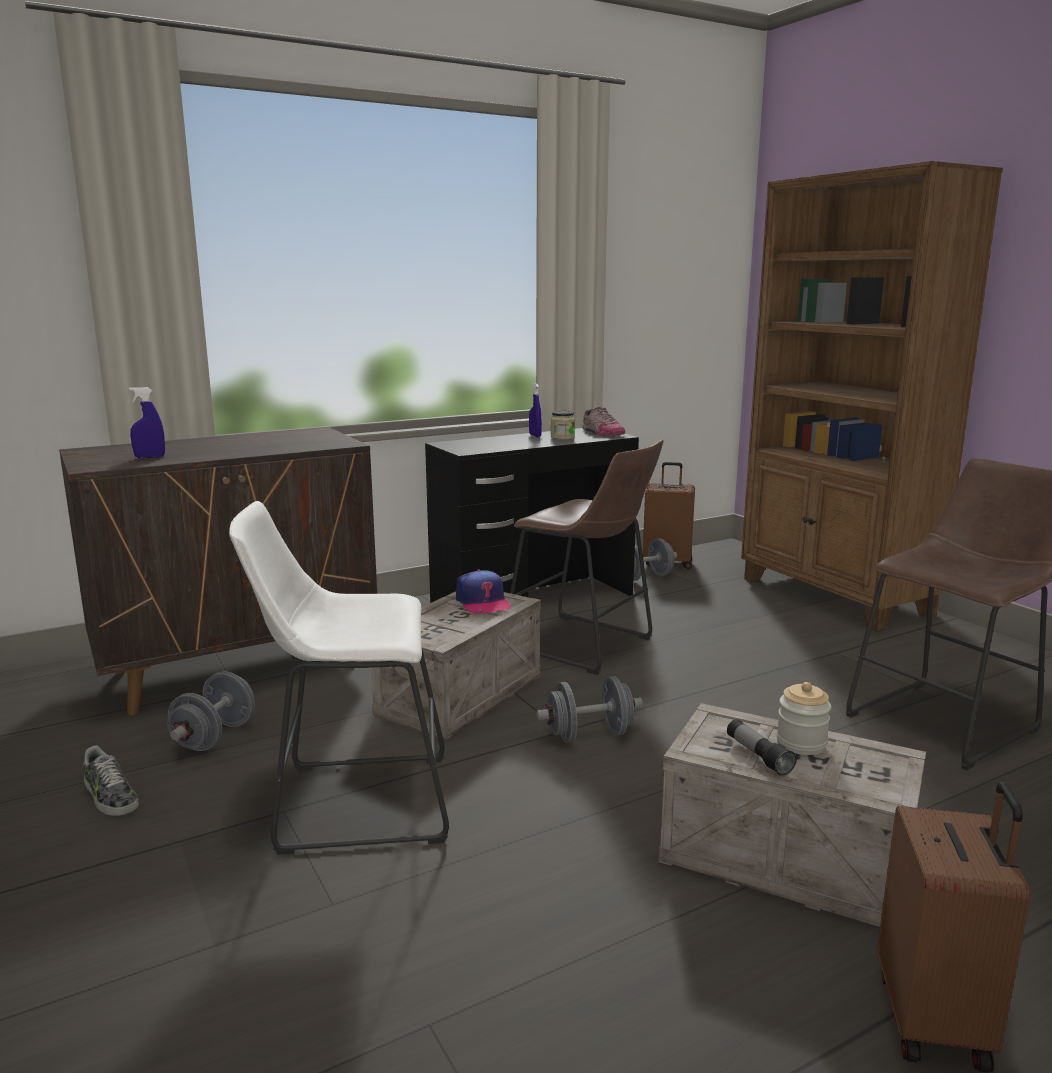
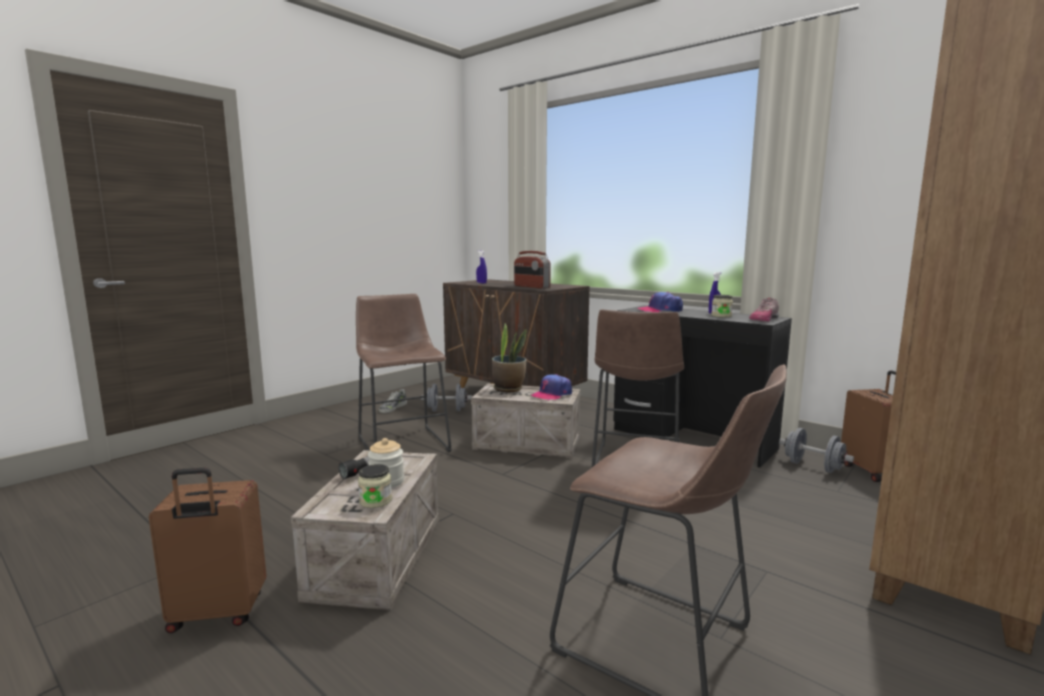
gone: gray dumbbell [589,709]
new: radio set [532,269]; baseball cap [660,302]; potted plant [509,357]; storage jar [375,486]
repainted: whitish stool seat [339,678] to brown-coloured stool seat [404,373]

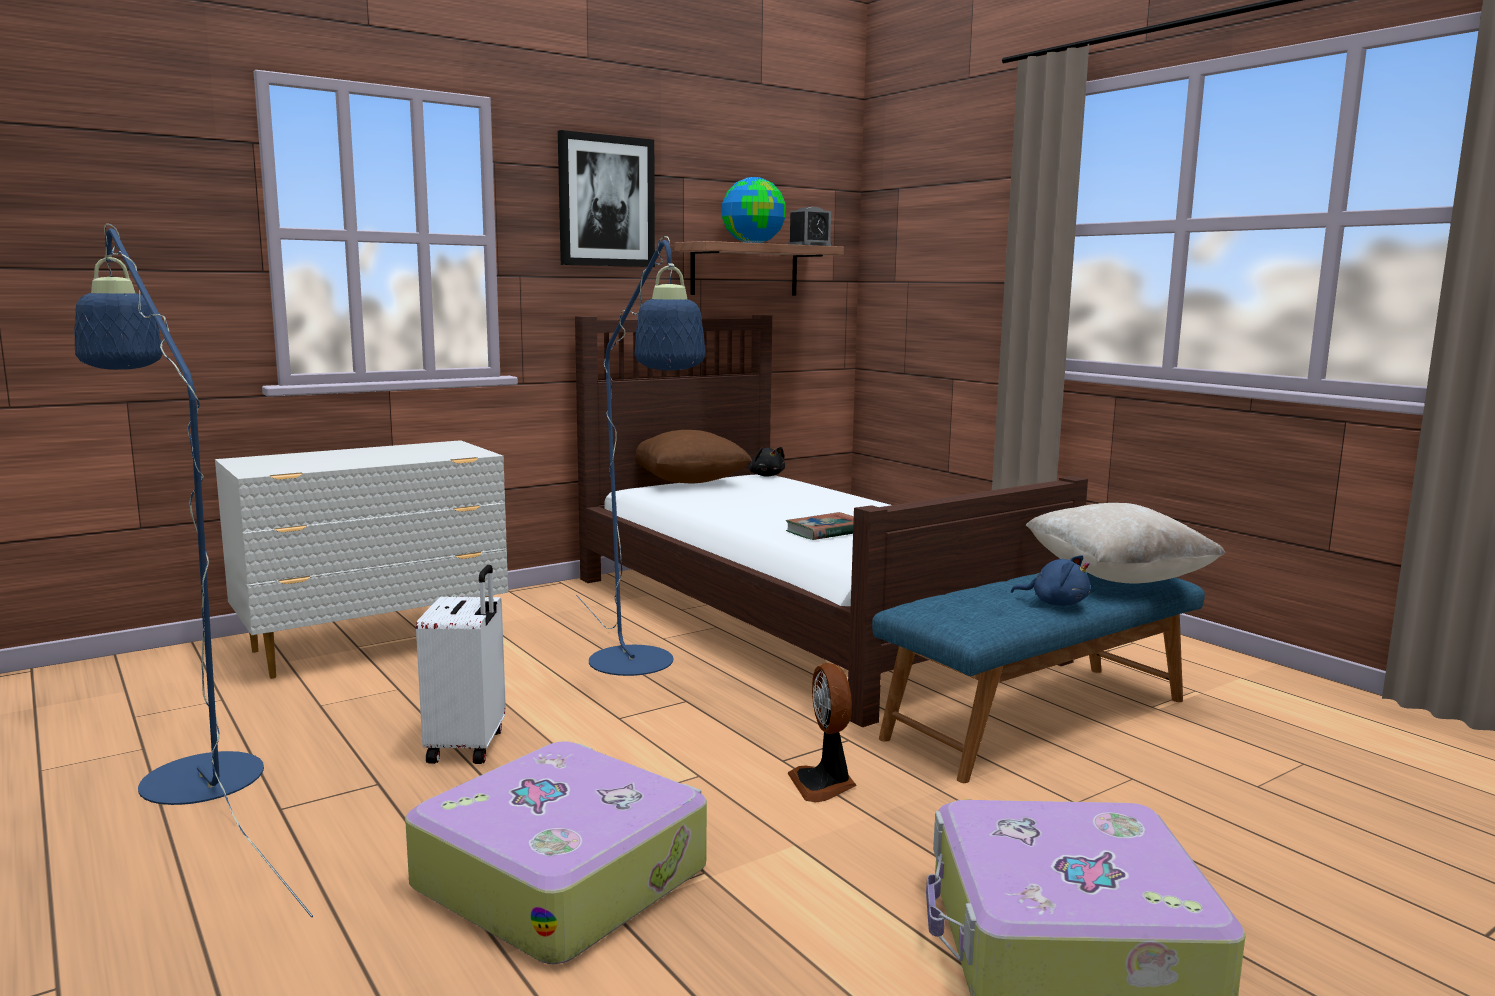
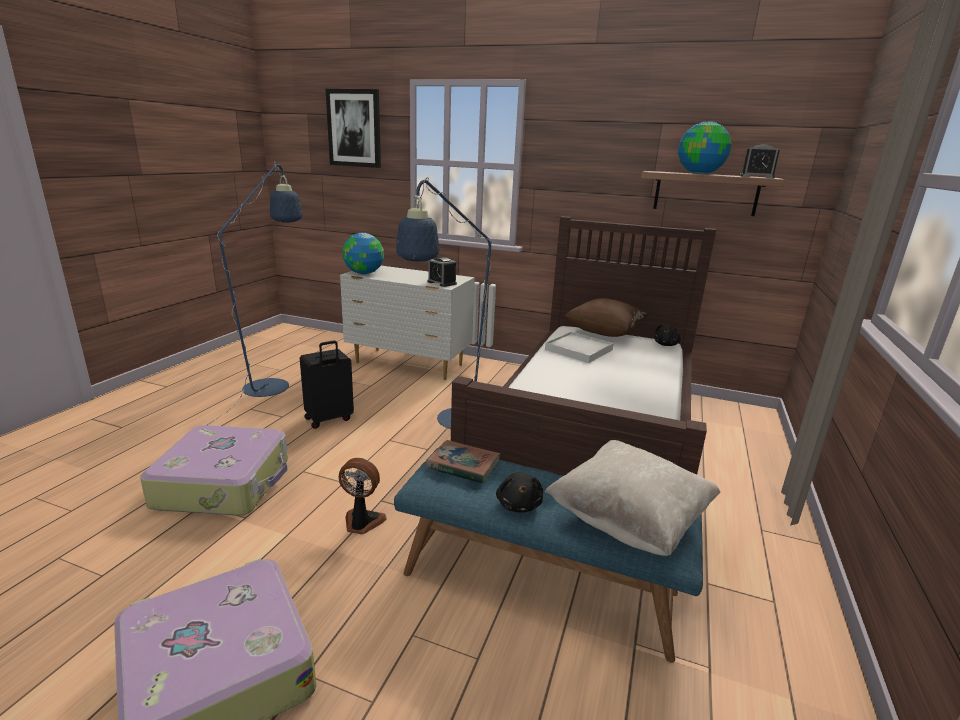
new: world globe [363,253]; bedside clock [442,272]; whitish serving tray [579,347]
shifted: picture [606,198] to [353,128]; bound book [820,526] to [463,462]
repainted: blue cuddly toy [1051,580] to blackish cuddly toy [519,492]; whitish suitcase [461,664] to blackish suitcase [327,385]
rotated: fan [821,732] = [363,496] 60 degrees clockwise

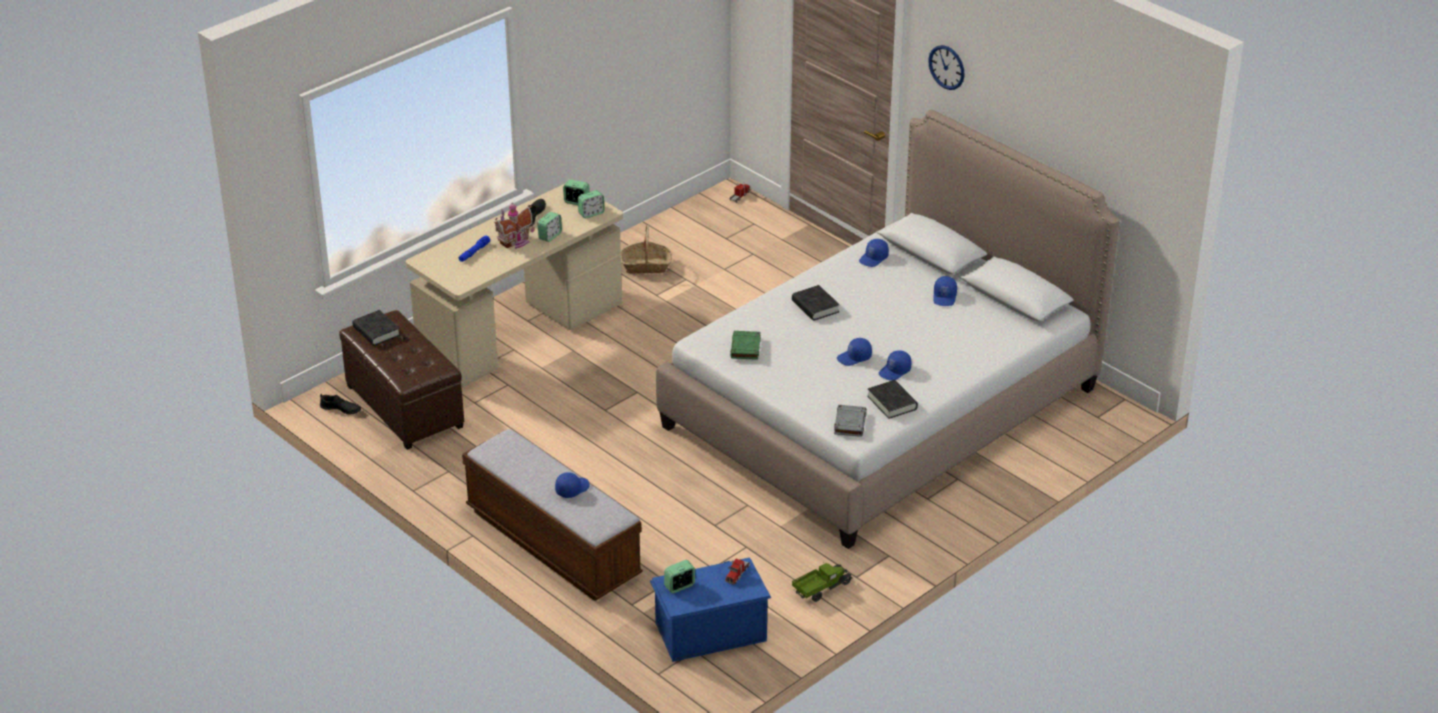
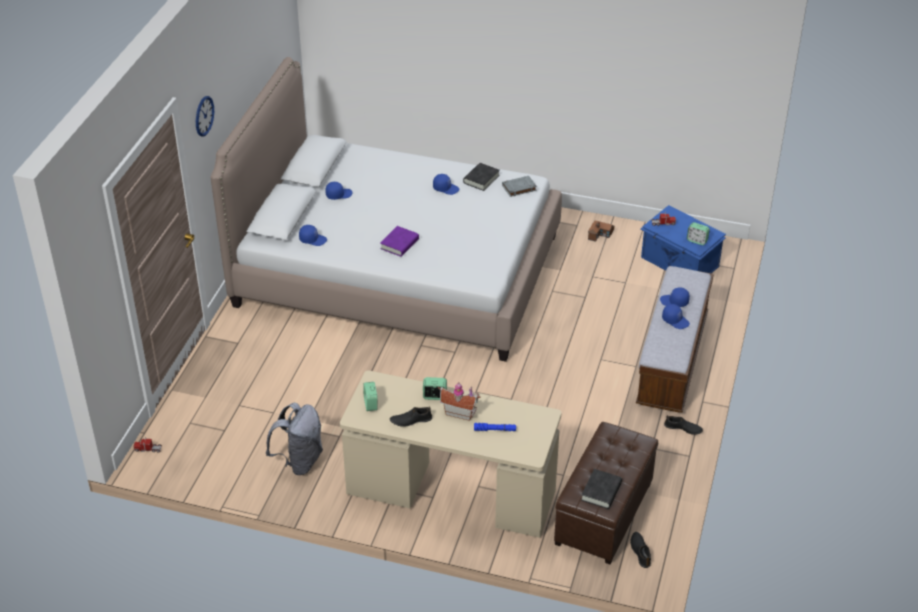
gone: bedside clock [591,204]; green bound book [745,345]
new: blackish shoe [683,425]
shifted: blue baseball cap [854,352] to [676,316]
swapped: basket [646,249] to gray rucksack [294,438]; toy truck [821,582] to miniature house [601,231]
repainted: blackish bound book [816,303] to purple-coloured bound book [399,241]

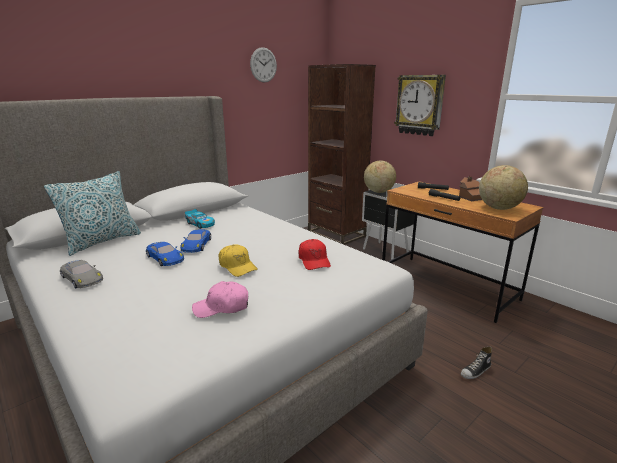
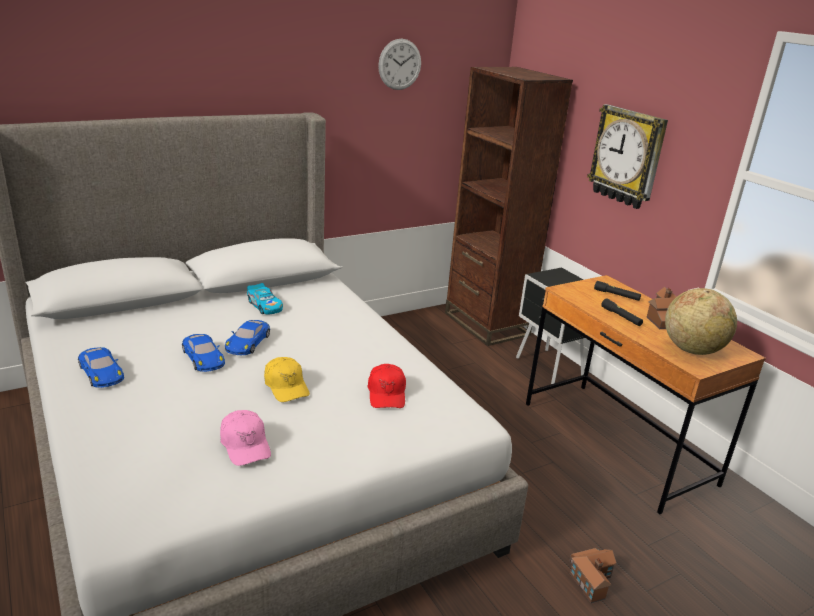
gone: world globe [380,176]; pillow [92,213]
swapped: shoe [476,363] to miniature house [593,575]
repainted: gray toy car [81,274] to blue toy car [101,367]
rotated: pink baseball cap [220,299] = [245,438] 120 degrees counterclockwise

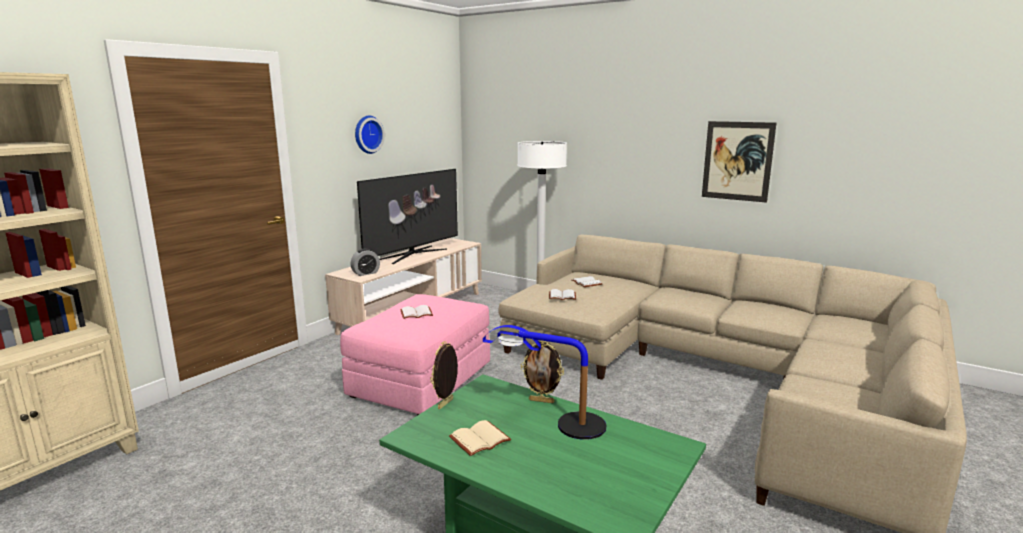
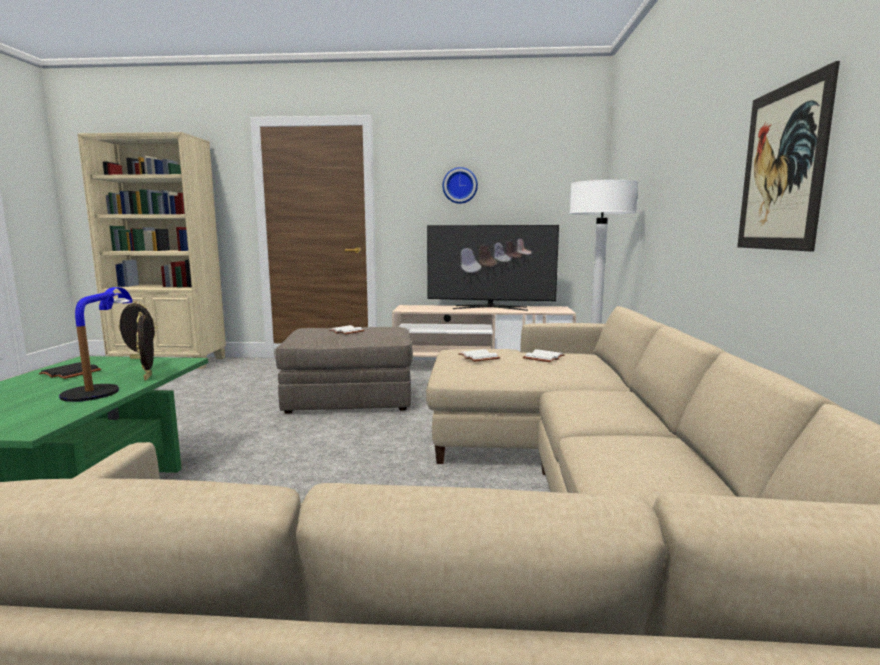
gone: bedside clock [365,262]
repainted: pink ottoman [415,354] to gray ottoman [344,370]; sand-coloured bound book [480,438] to blackish bound book [70,370]

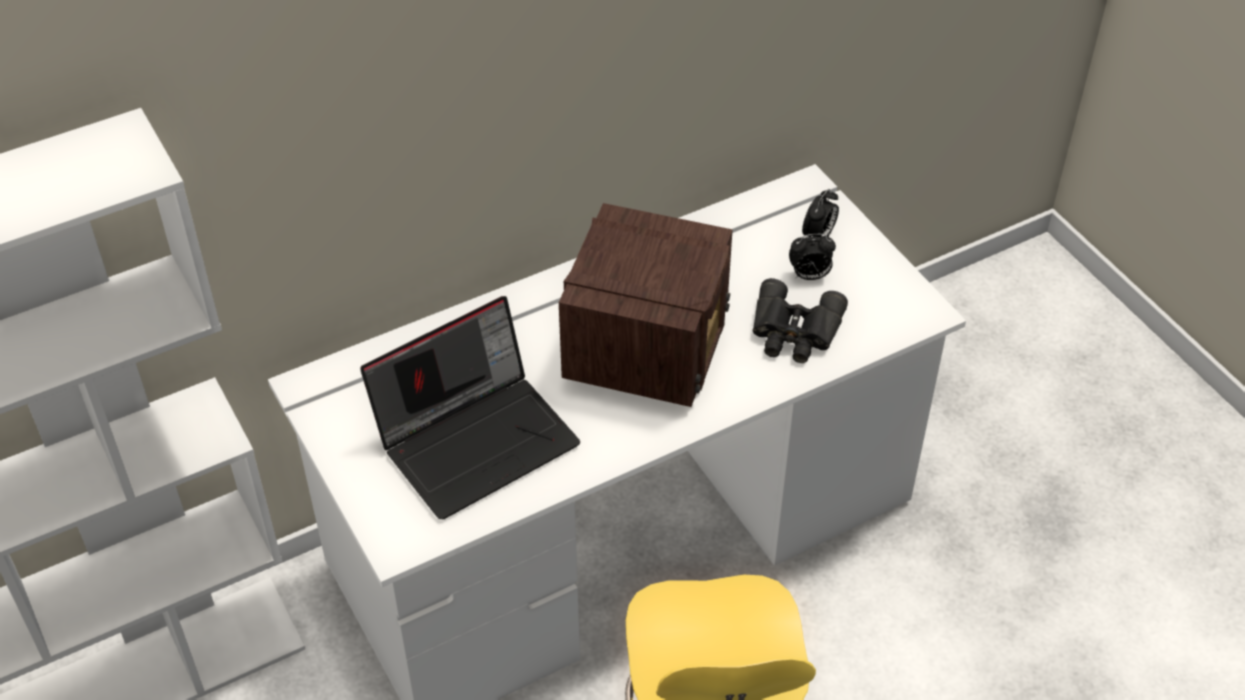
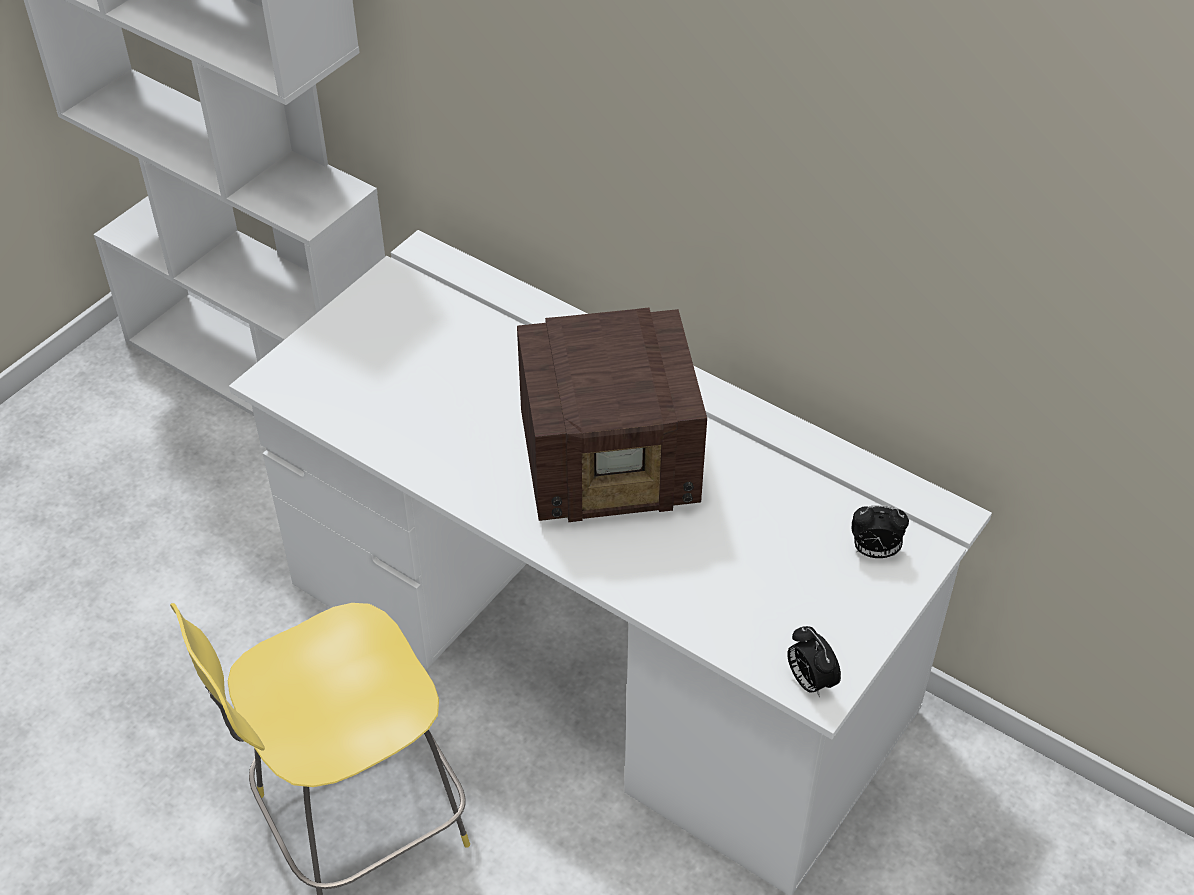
gone: blackish binoculars [800,320]; laptop [470,407]
shifted: bedside clock [812,257] to [814,662]

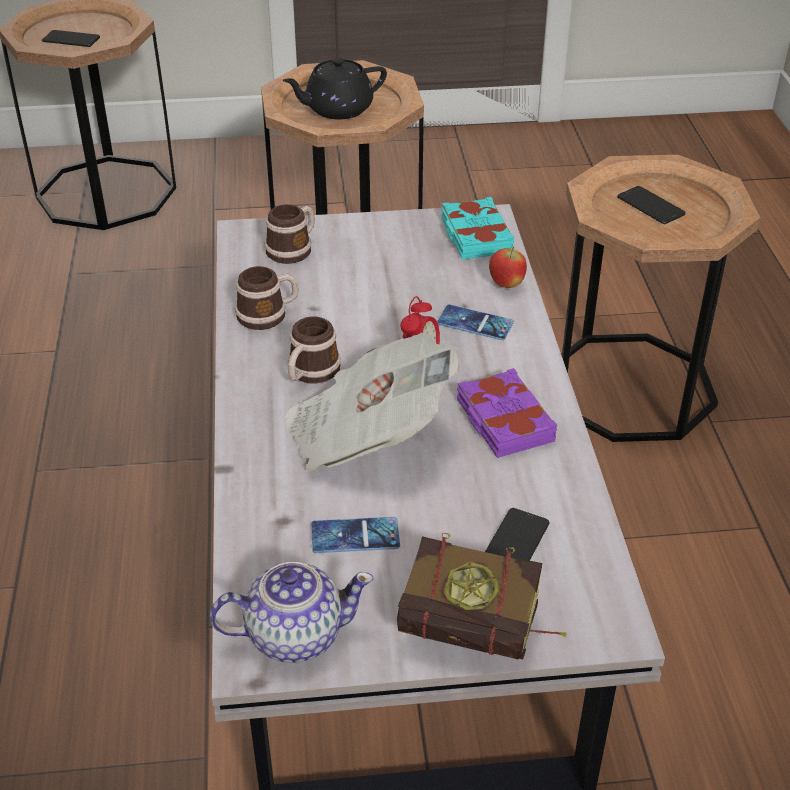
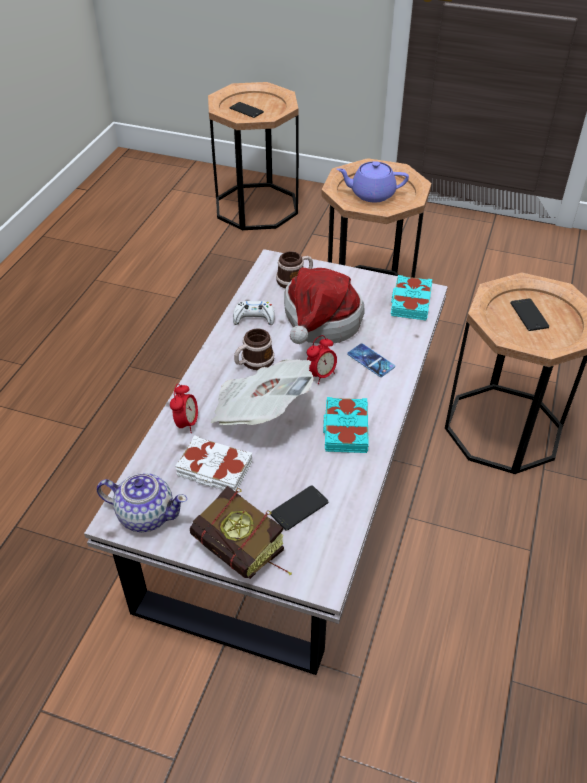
gone: apple [508,267]
new: clothing hat [324,306]; bedside clock [184,408]
swapped: coffee mug [267,298] to whitish gamepad [254,313]; telephone [355,535] to whitish bound book [214,463]
repainted: blackish pot for tea [334,88] to purple-coloured pot for tea [373,181]; purple-coloured bound book [507,413] to blue-green bound book [346,425]

